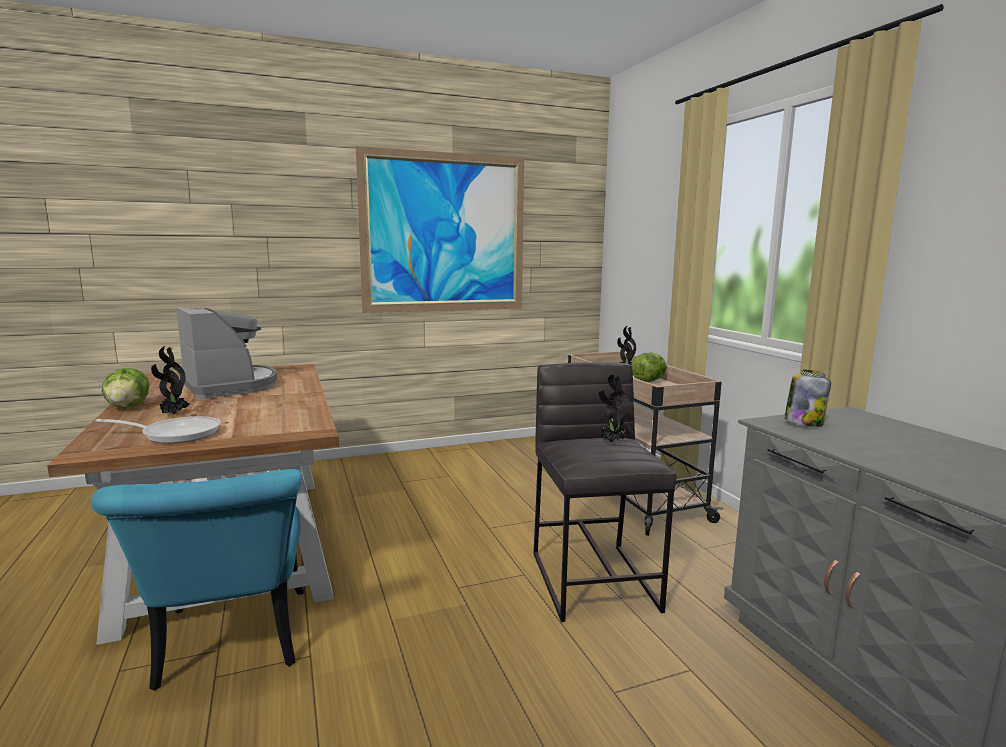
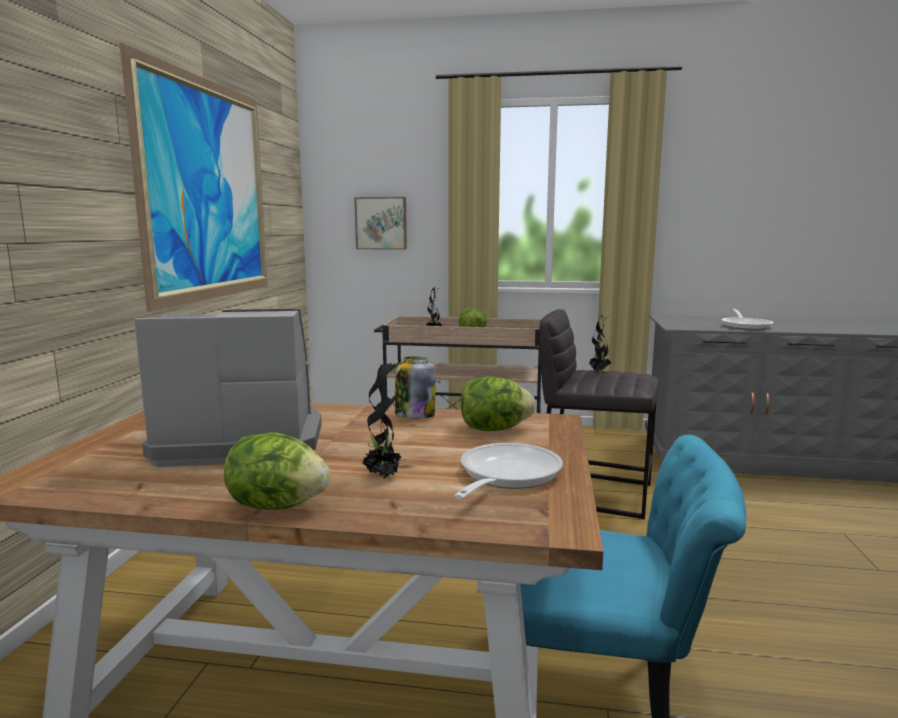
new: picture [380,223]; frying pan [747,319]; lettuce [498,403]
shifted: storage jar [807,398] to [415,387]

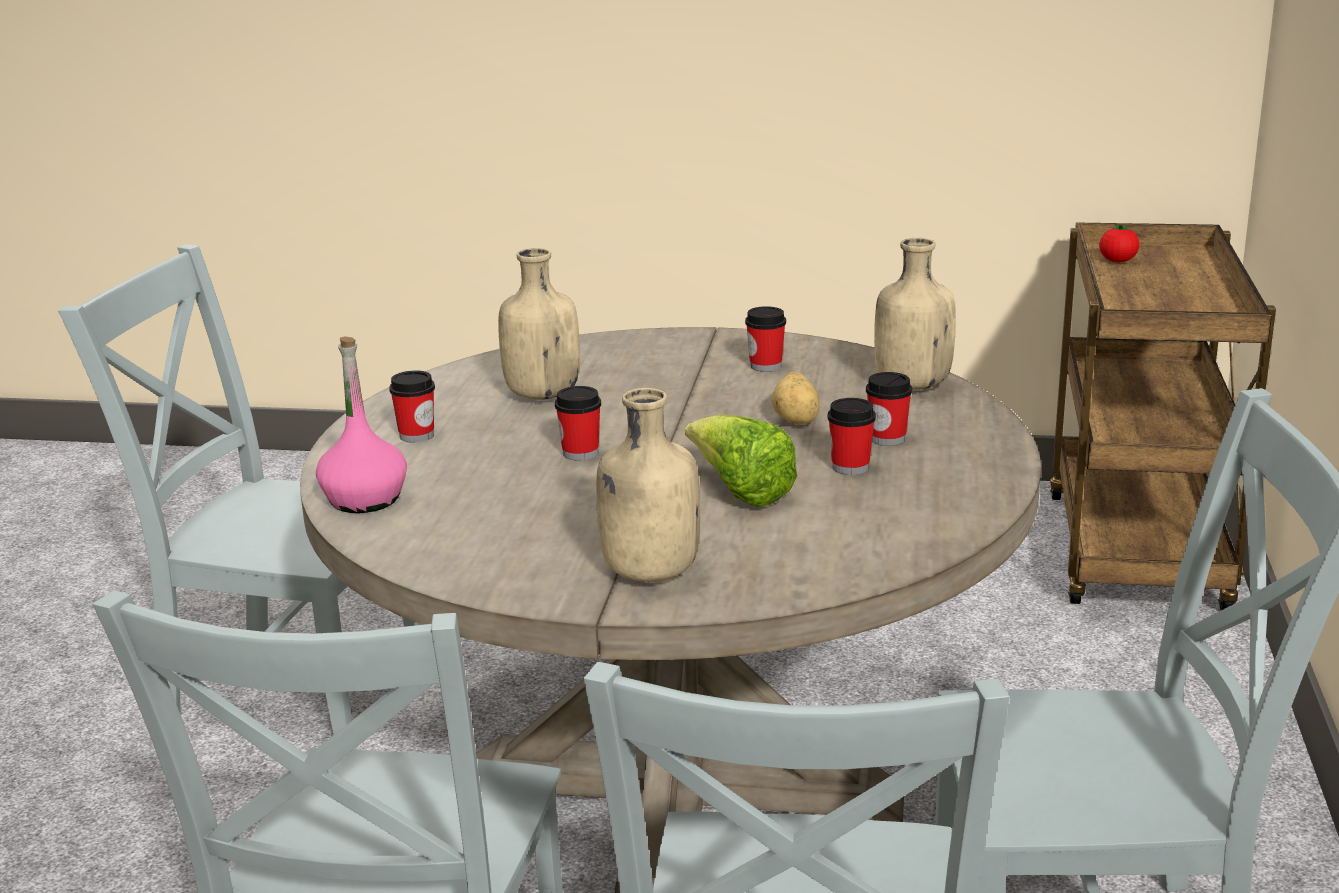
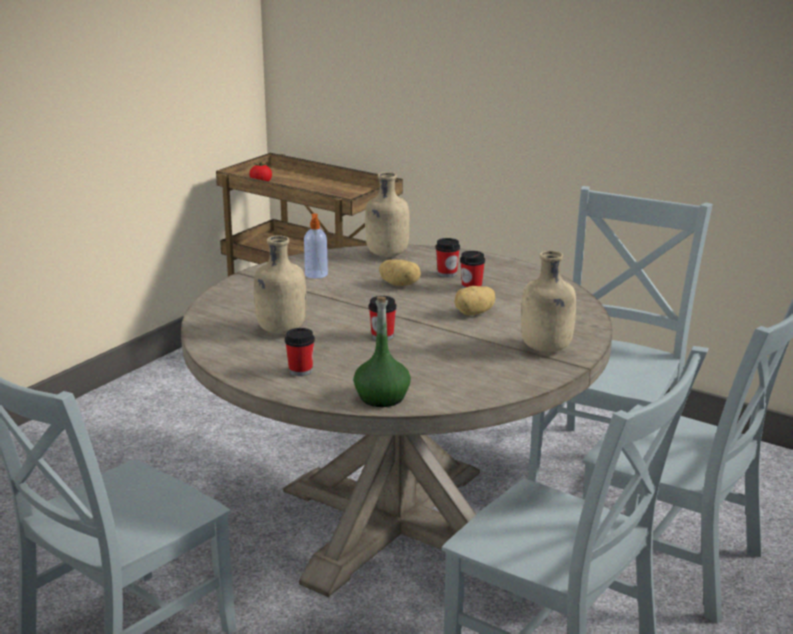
swapped: drinking cup [765,339] to soap dispenser [316,246]; lettuce [741,461] to potato [474,300]
repainted: pink bottle [361,424] to green bottle [382,351]

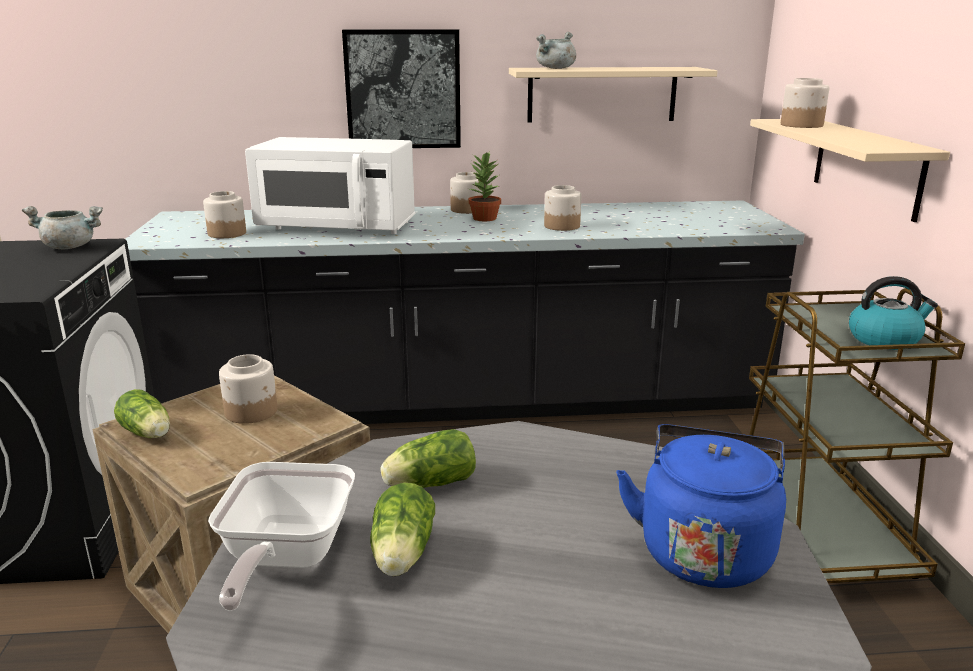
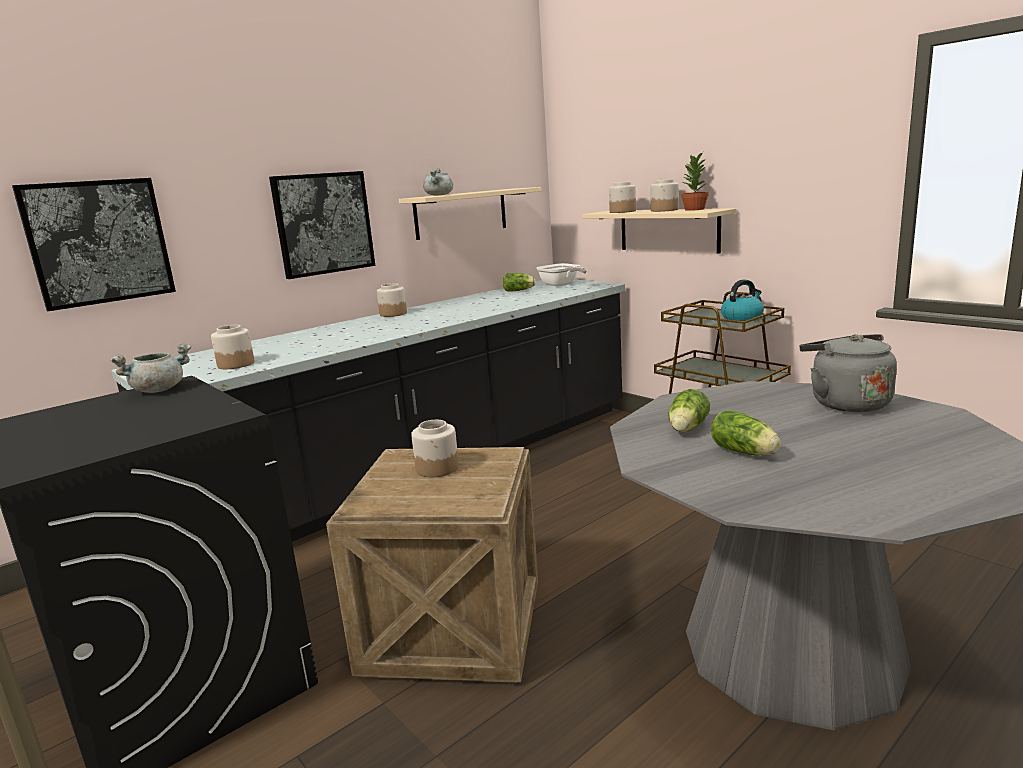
gone: whitish kitchen microwave [330,185]
new: picture [94,244]
shifted: potted plant [484,186] to [695,181]; storage jar [563,208] to [664,195]; lettuce [142,413] to [519,282]; frying pan [281,536] to [561,274]
repainted: blue tea kettle [701,506] to gray tea kettle [848,373]

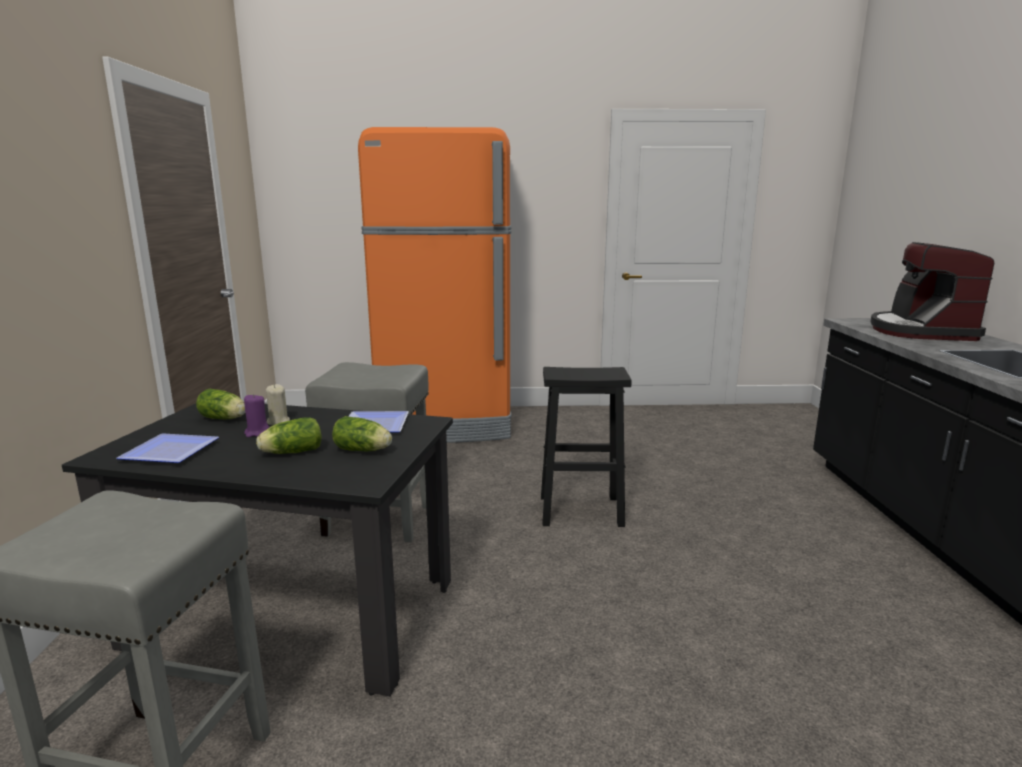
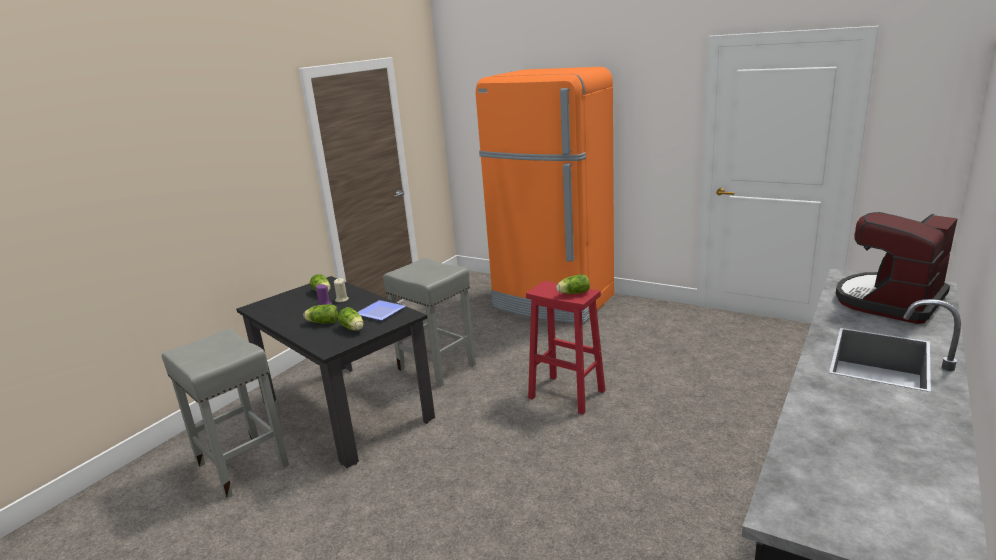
gone: plate [167,448]
new: lettuce [573,284]
repainted: blackish stool seat [586,447] to reddish stool seat [565,348]

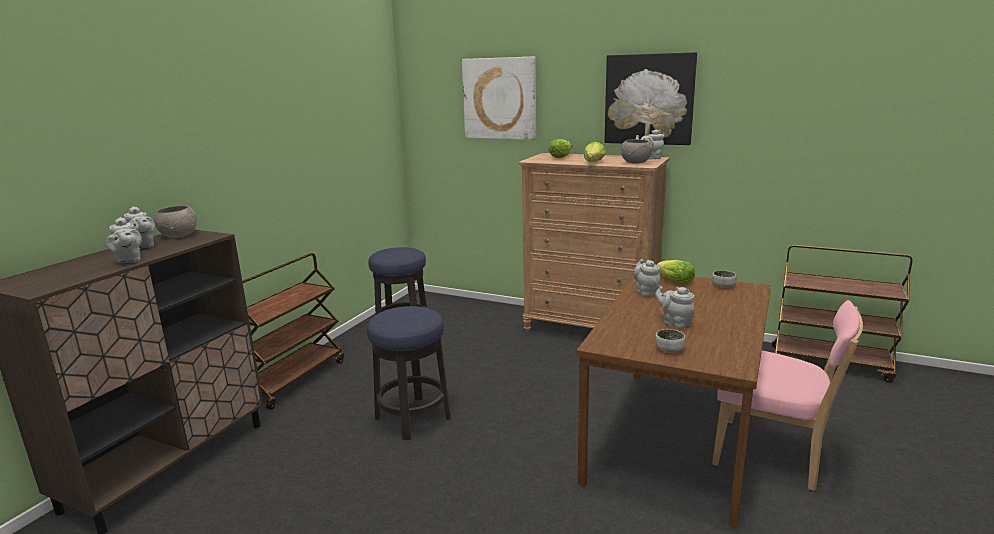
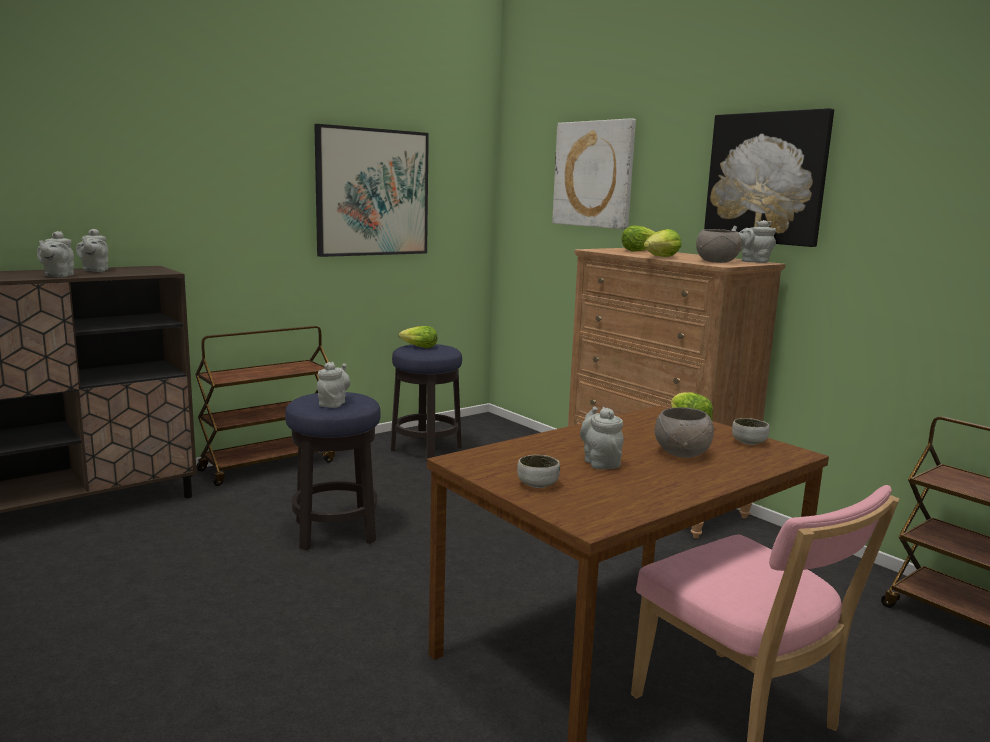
new: picture [371,190]; lettuce [418,337]
shifted: gray bowl [175,221] to [684,432]; gray pot for tea [647,278] to [333,385]

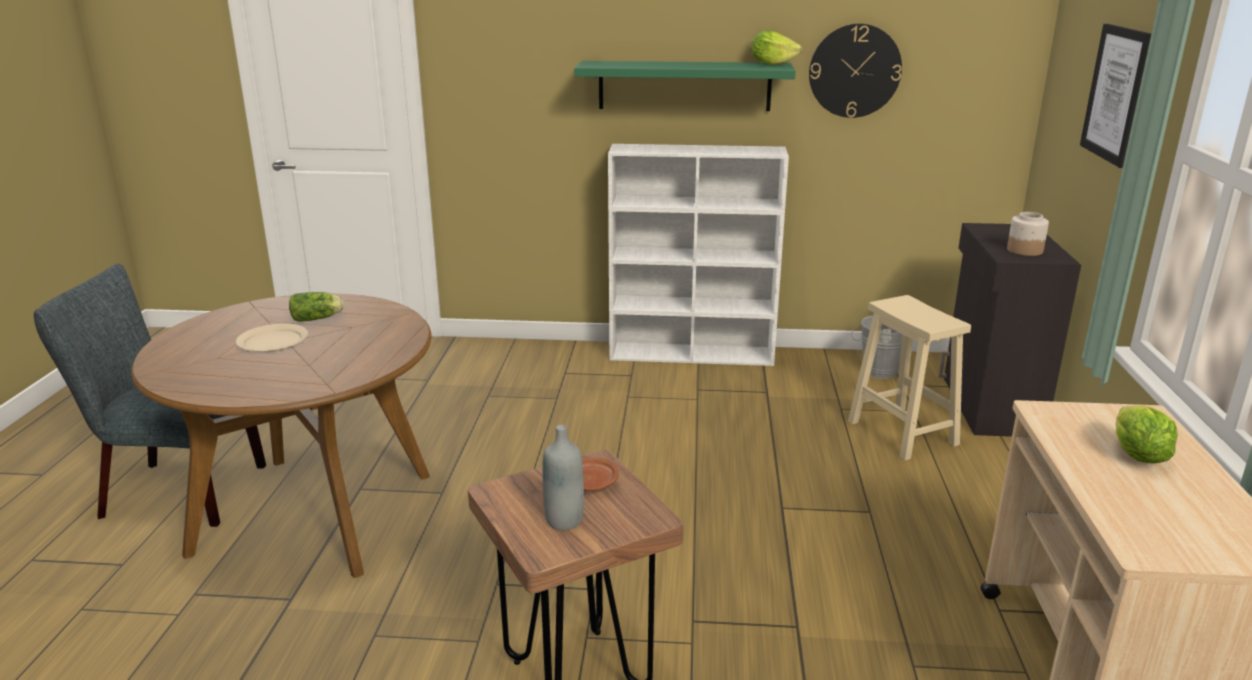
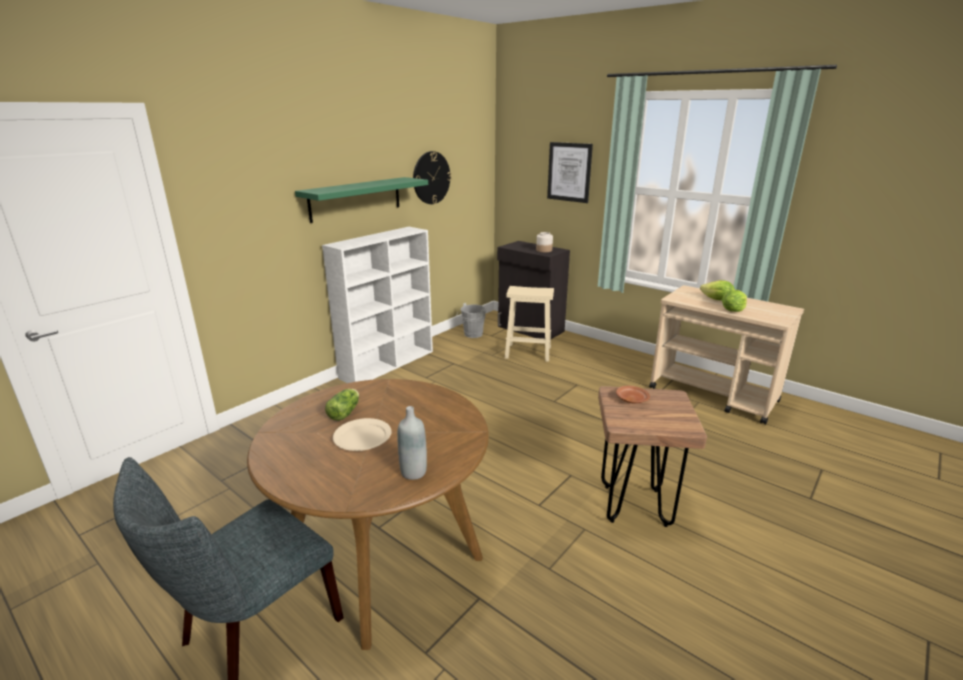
shifted: lettuce [776,47] to [734,301]; gray bottle [563,478] to [412,443]

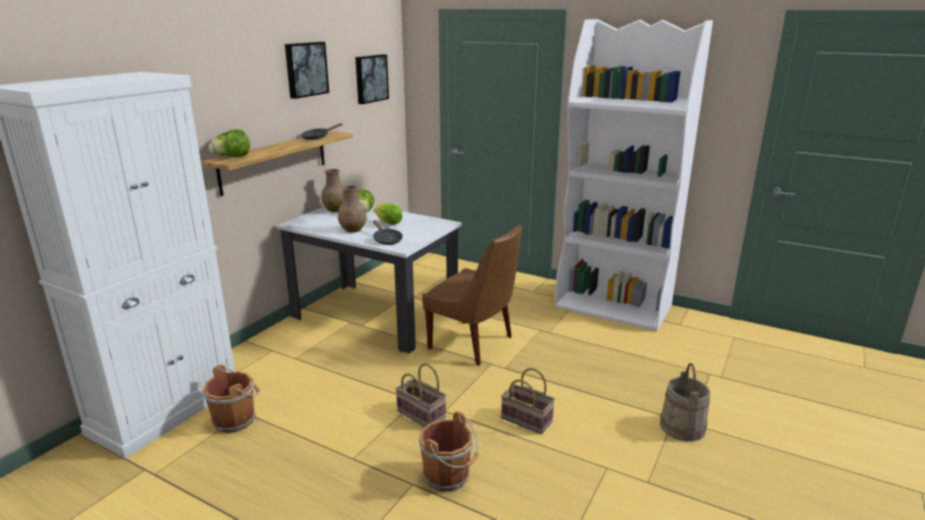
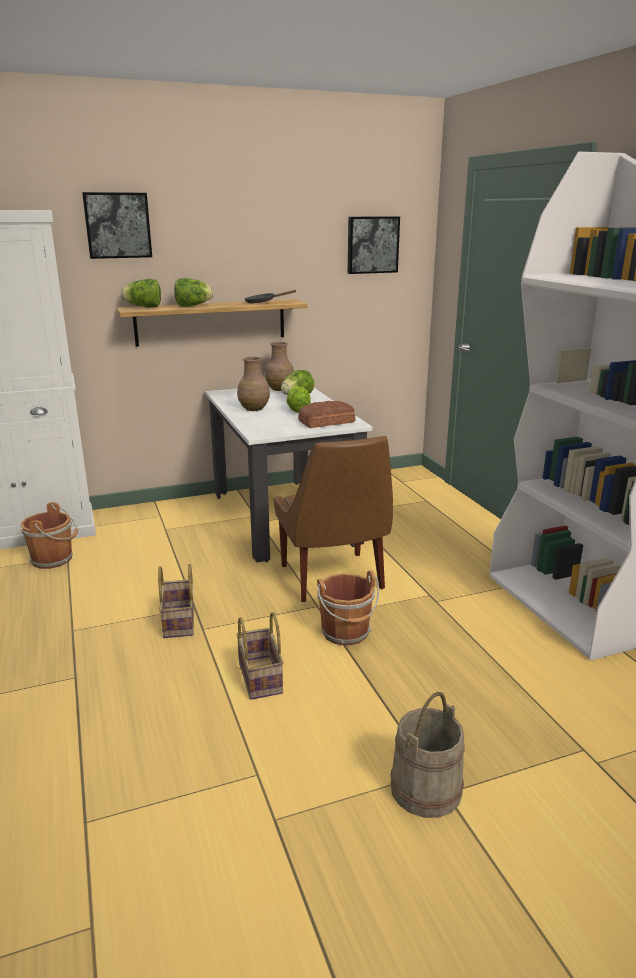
gone: blackish frying pan [388,232]
new: lettuce [194,292]; bread [326,414]
shifted: picture [307,70] to [117,225]; brown-coloured water bucket [449,451] to [348,608]

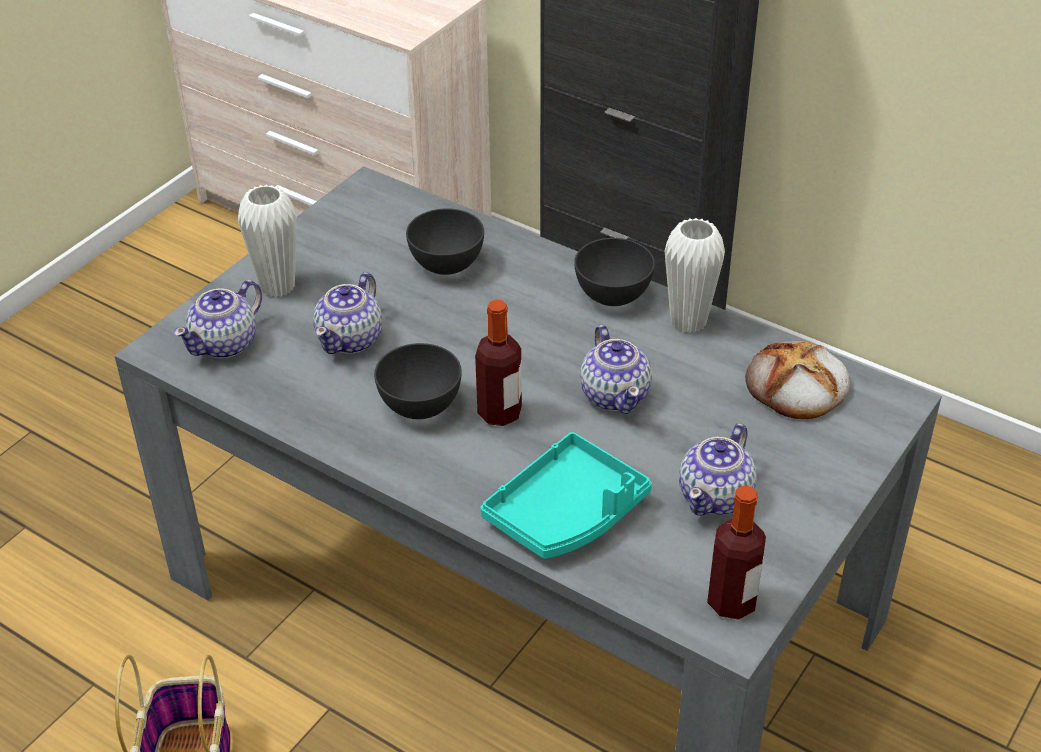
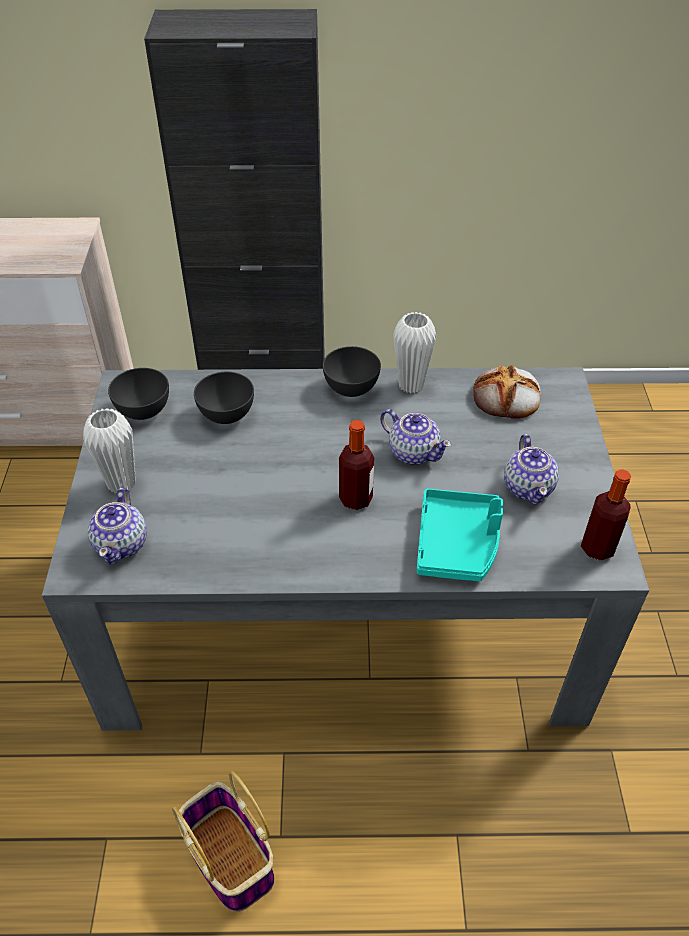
gone: pot for tea [347,313]
shifted: gray bowl [418,381] to [138,394]

